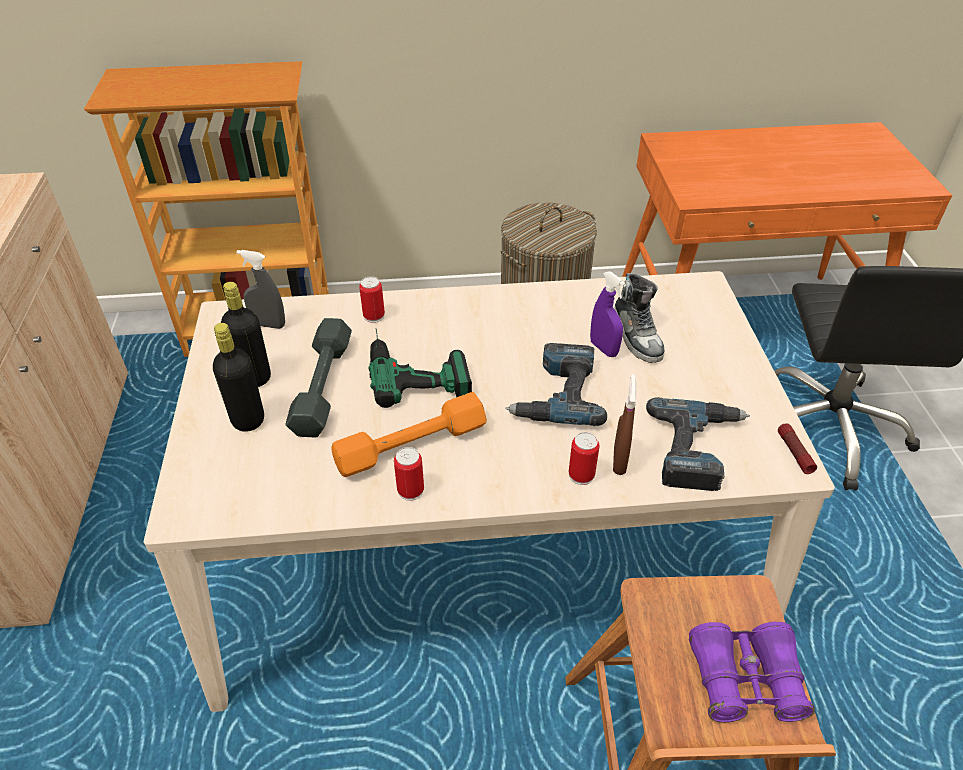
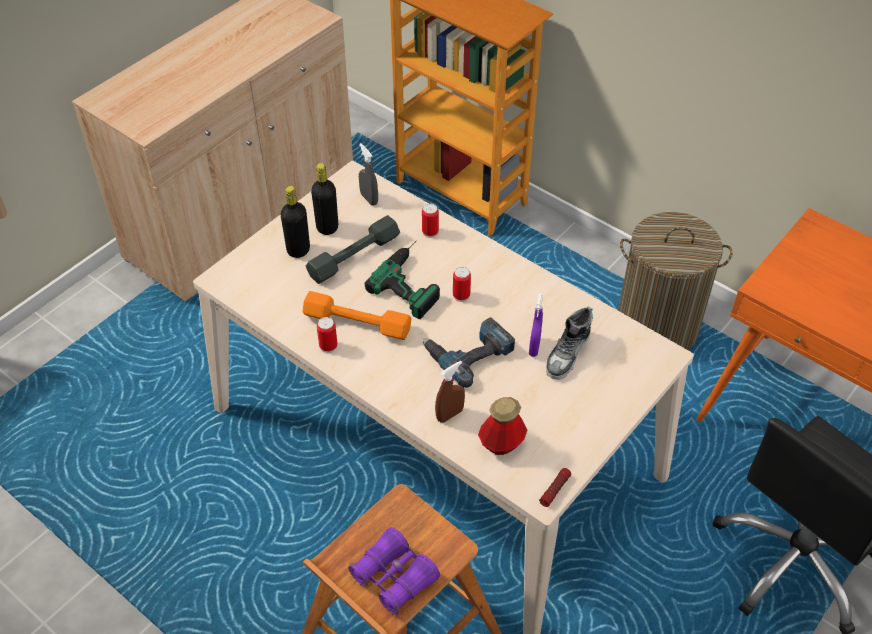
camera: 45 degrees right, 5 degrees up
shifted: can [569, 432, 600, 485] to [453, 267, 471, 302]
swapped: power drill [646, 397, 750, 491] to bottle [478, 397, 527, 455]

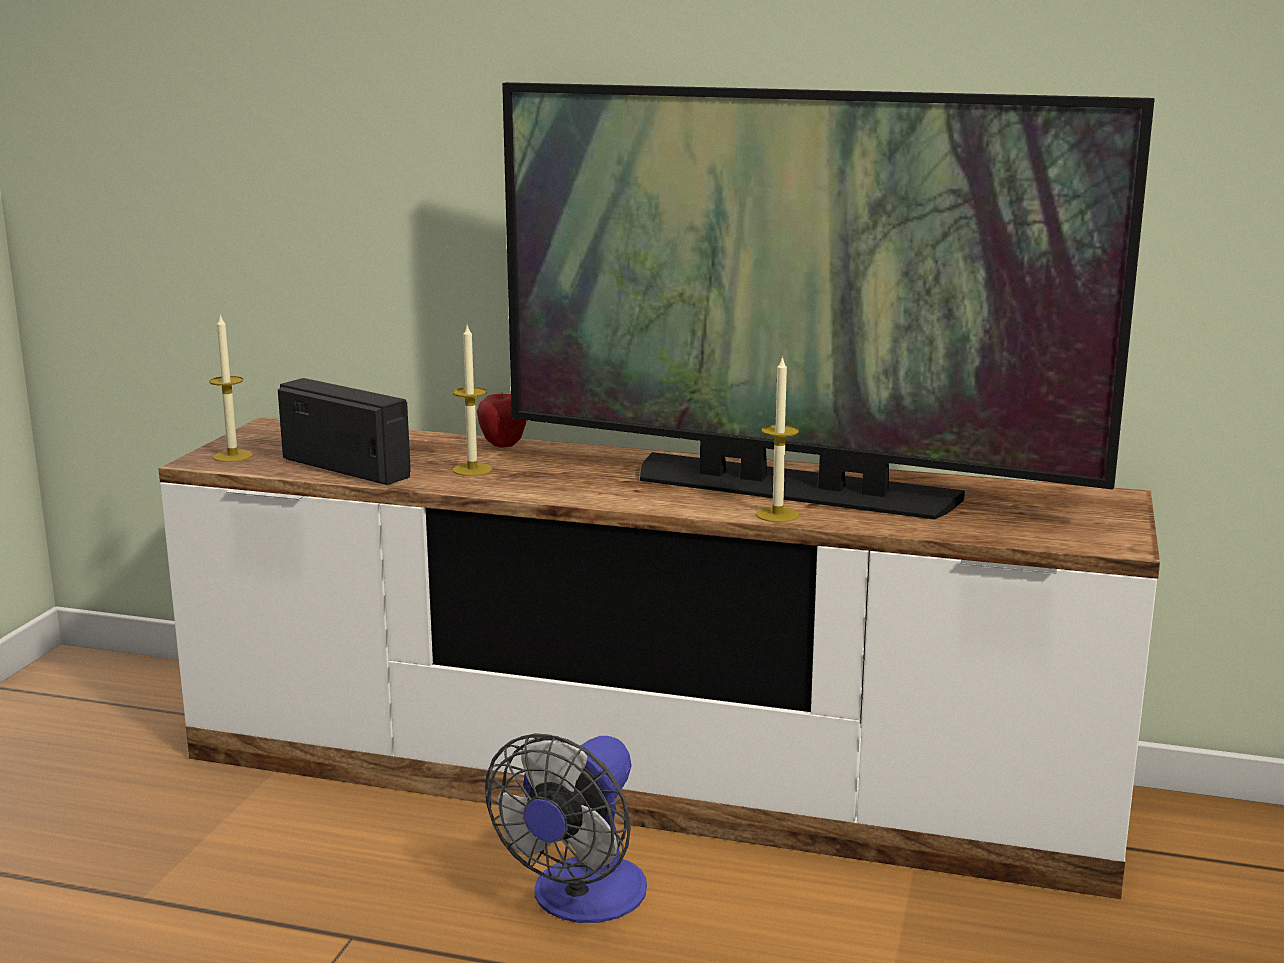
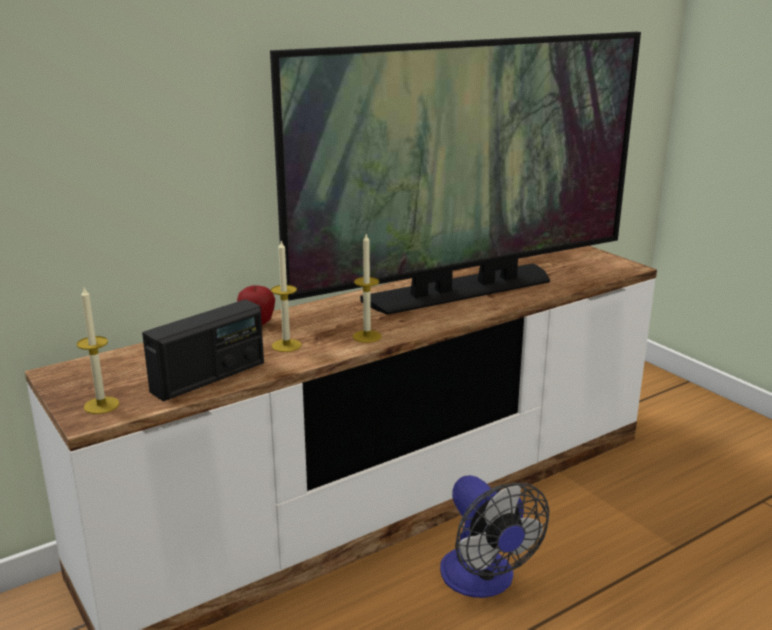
camera: 50 degrees left, 5 degrees up
shifted: candle [756, 356, 799, 522] to [353, 234, 382, 343]
rotated: radio [278, 378, 411, 485] = [142, 299, 264, 401] 150 degrees clockwise

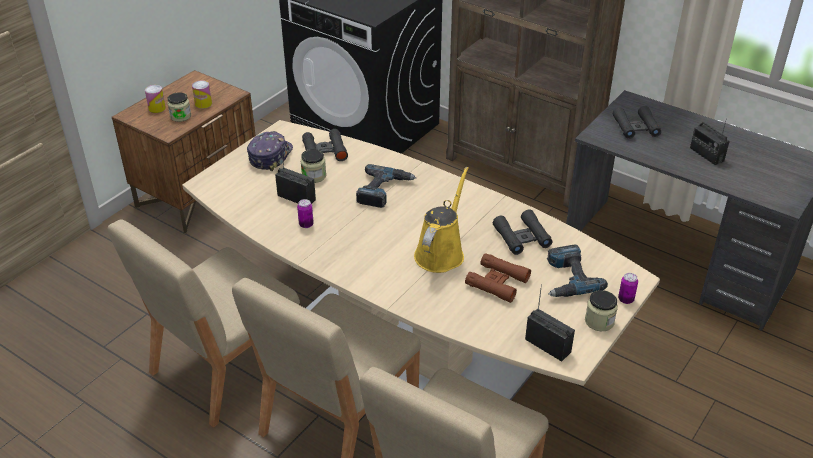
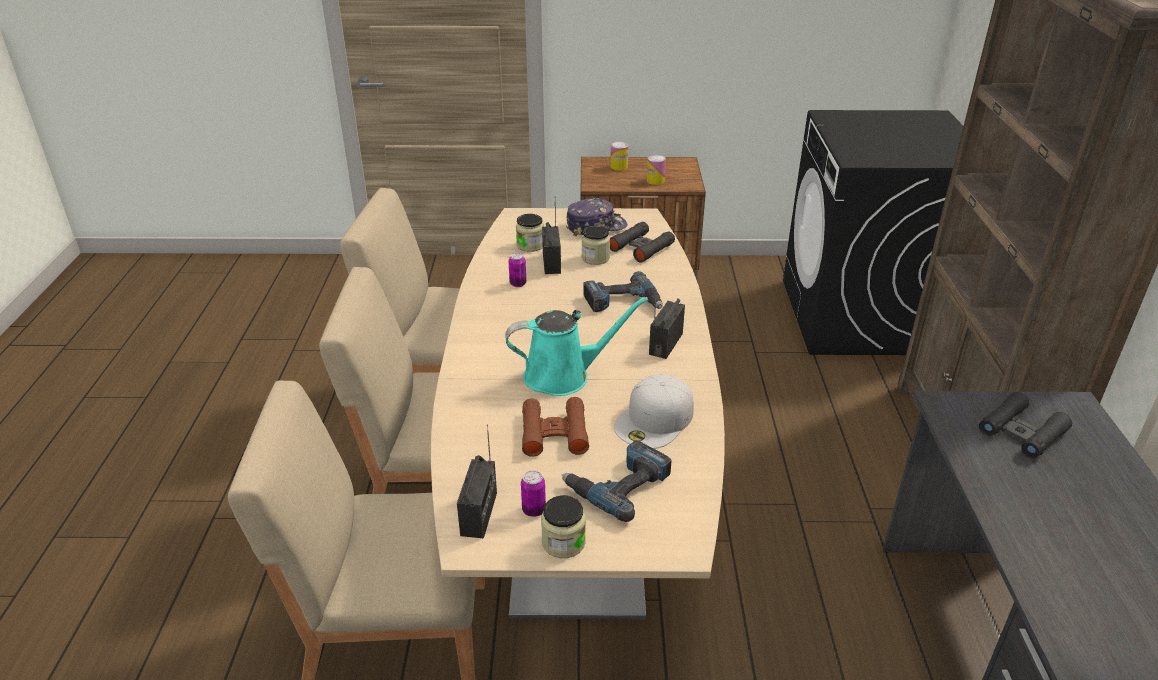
camera: 55 degrees right, 5 degrees down
shifted: jar [167, 92, 191, 122] to [516, 214, 544, 252]; can [618, 273, 638, 304] to [521, 471, 546, 517]; radio [690, 119, 730, 165] to [649, 289, 685, 359]
swapped: binoculars in black [493, 210, 553, 255] to cap in white [614, 374, 694, 449]
repainted: watering can in yellow [414, 167, 469, 273] to watering can in turquoise [505, 297, 648, 396]

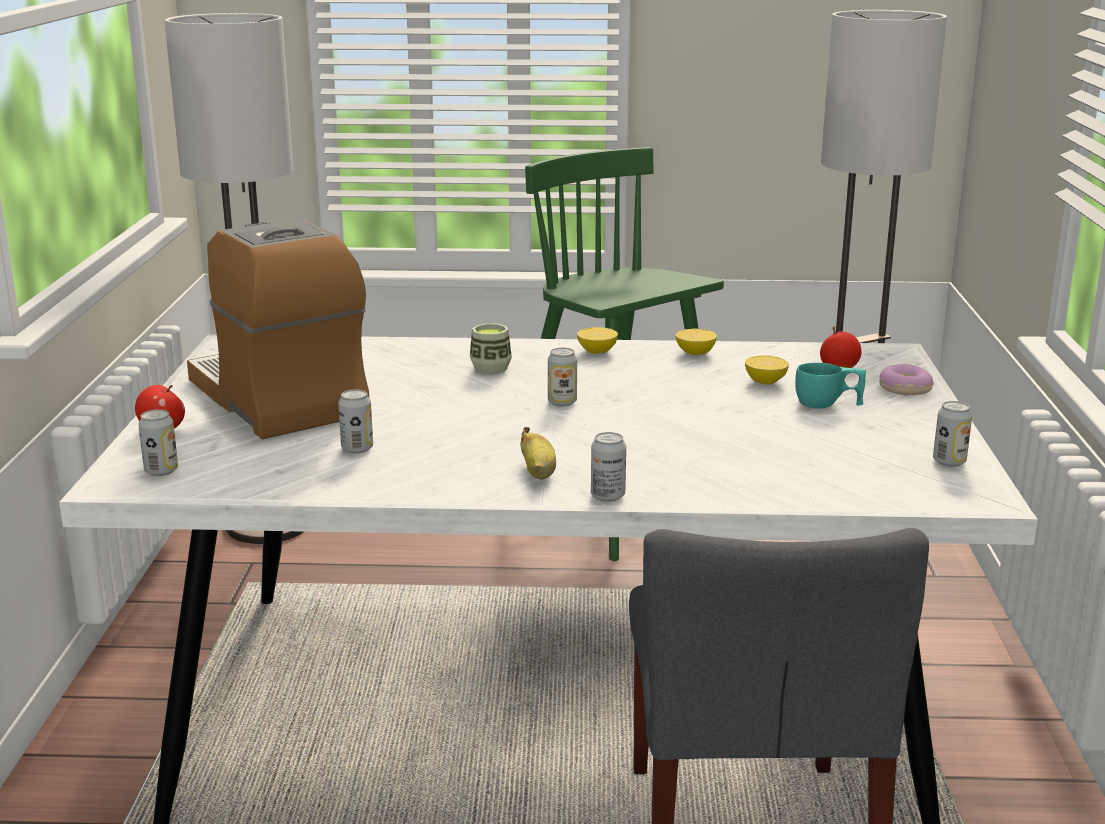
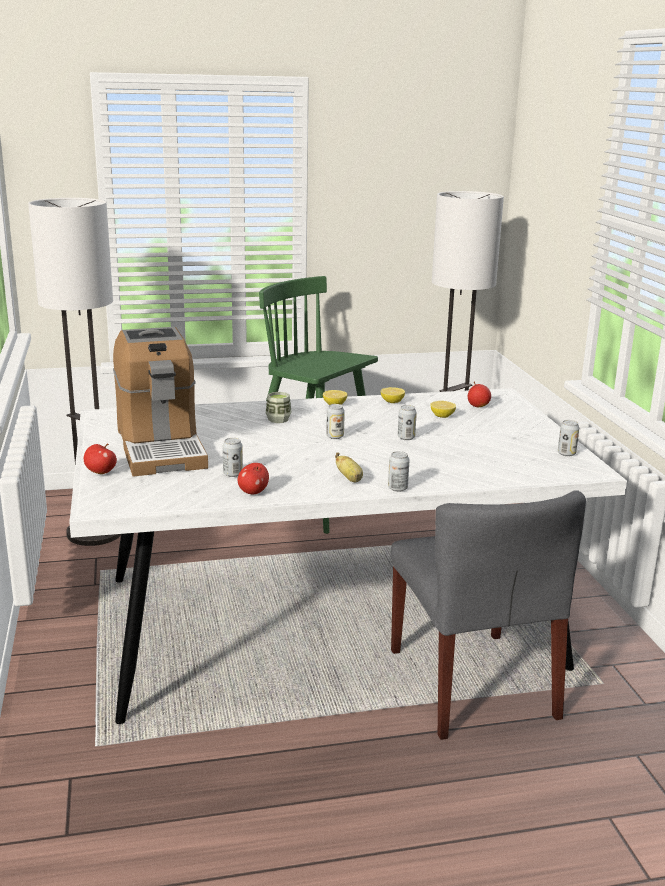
camera: 15 degrees left, 0 degrees up
gone: cup in turquoise [795, 363, 866, 408]; donut [879, 364, 934, 395]
new: apple [238, 463, 269, 494]
shifted: can [138, 409, 178, 476] to [398, 405, 417, 440]
rotated: coffee machine [187, 219, 369, 439] = [113, 327, 208, 477] 150 degrees counterclockwise

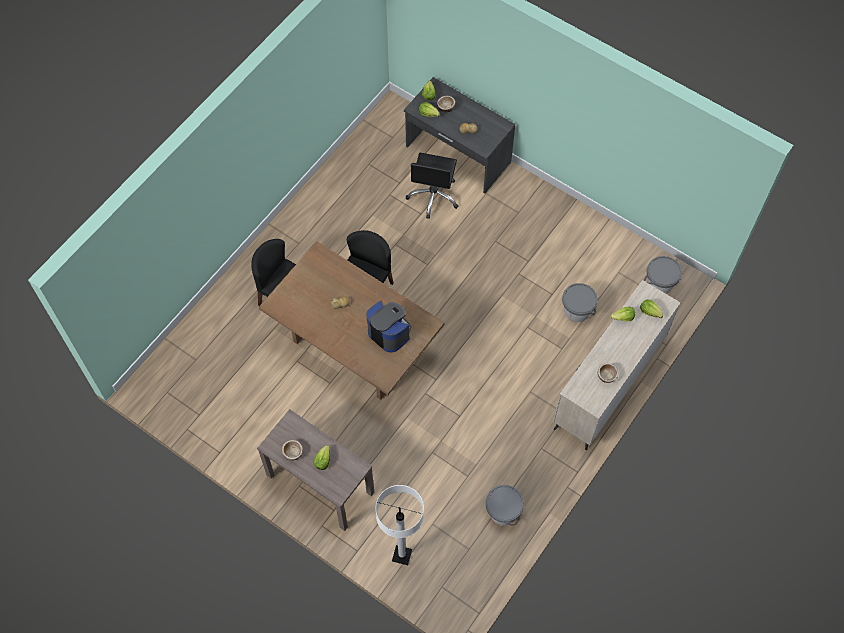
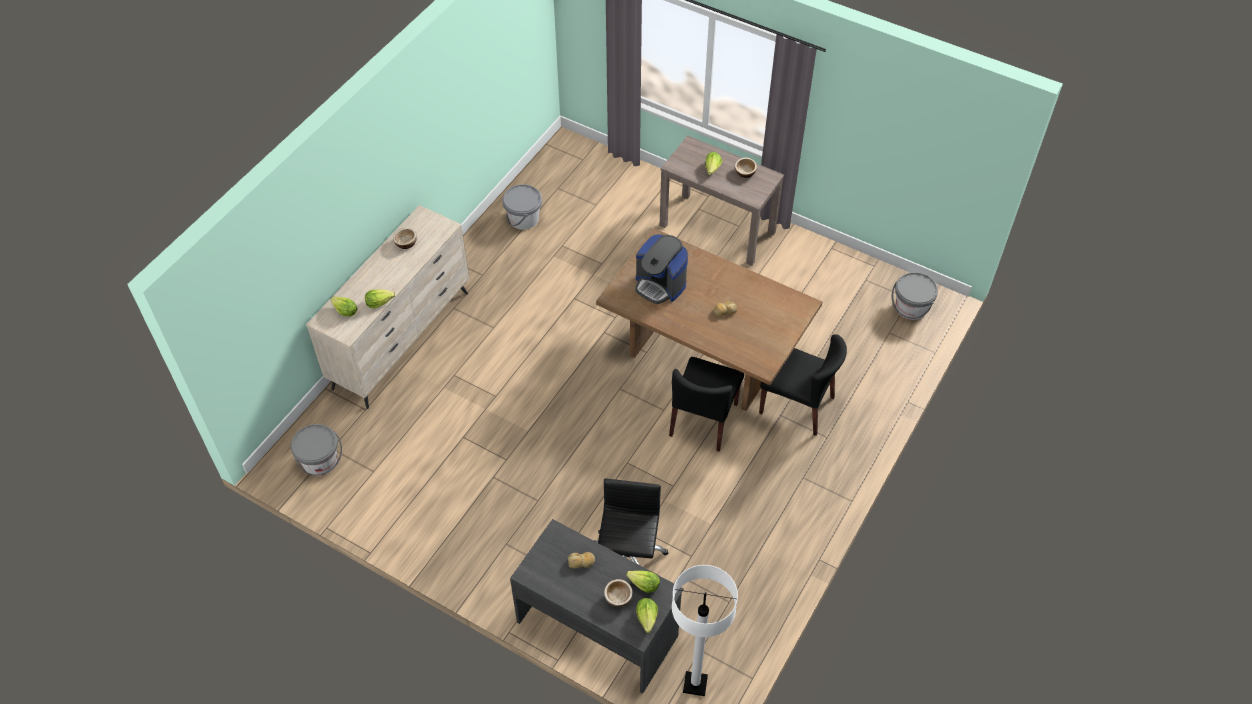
camera: 175 degrees right, 10 degrees down
shifted: floor lamp in white [376, 485, 424, 565] to [672, 565, 738, 696]; bucket in grey [562, 283, 598, 322] to [892, 272, 938, 320]

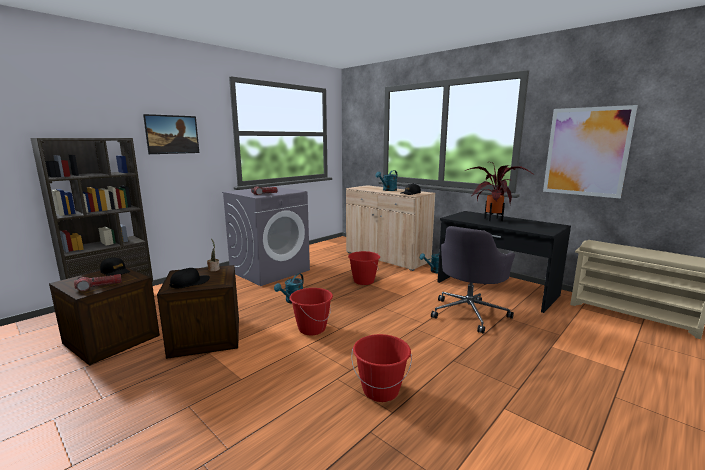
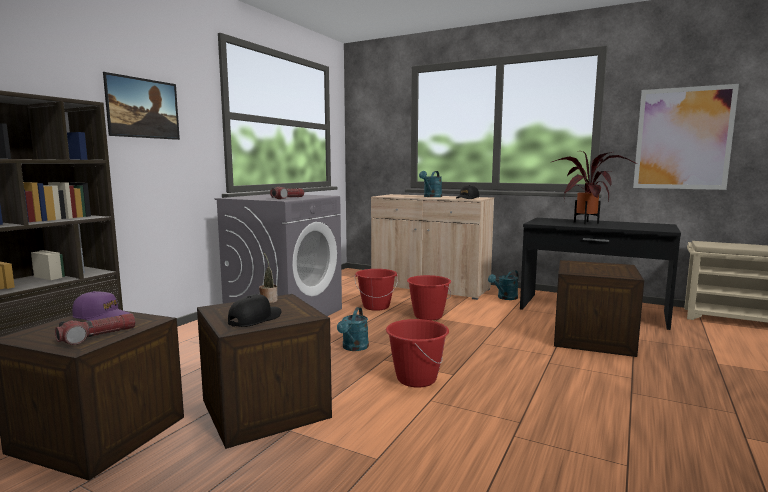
camera: 15 degrees left, 5 degrees down
shifted: bucket in red [351, 334, 412, 402] to [355, 269, 398, 311]
swapped: office chair in grey [431, 226, 515, 334] to crate [554, 260, 644, 357]
repainted: cap in black [100, 257, 130, 276] to cap in purple [72, 291, 129, 321]

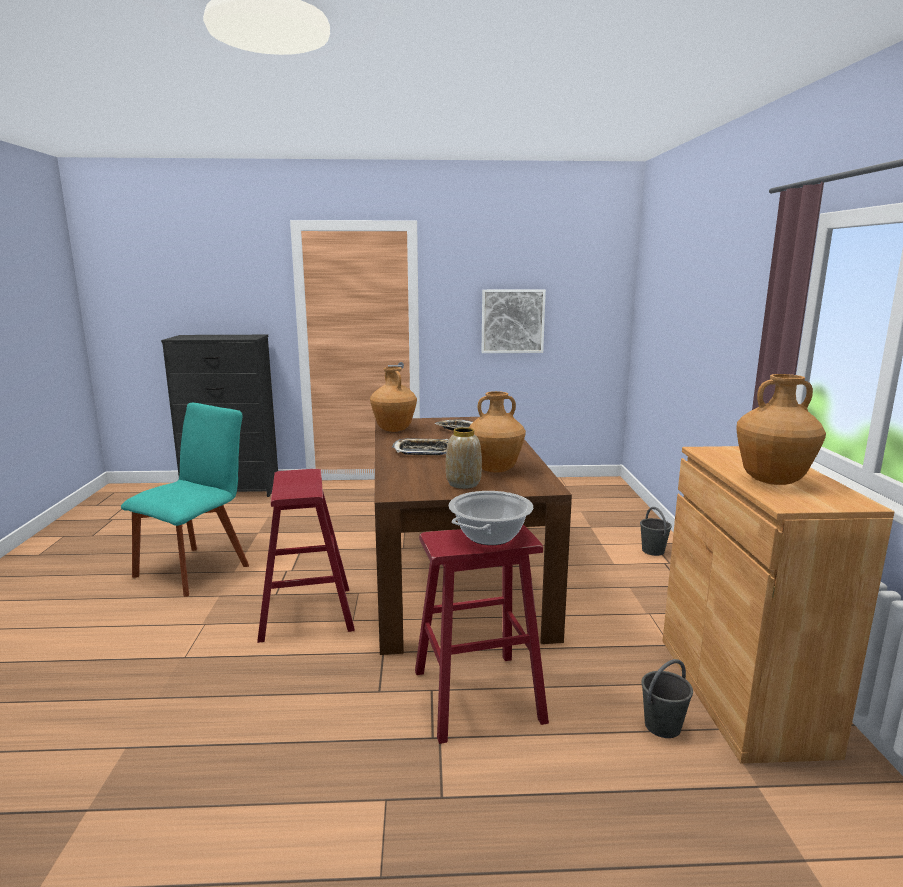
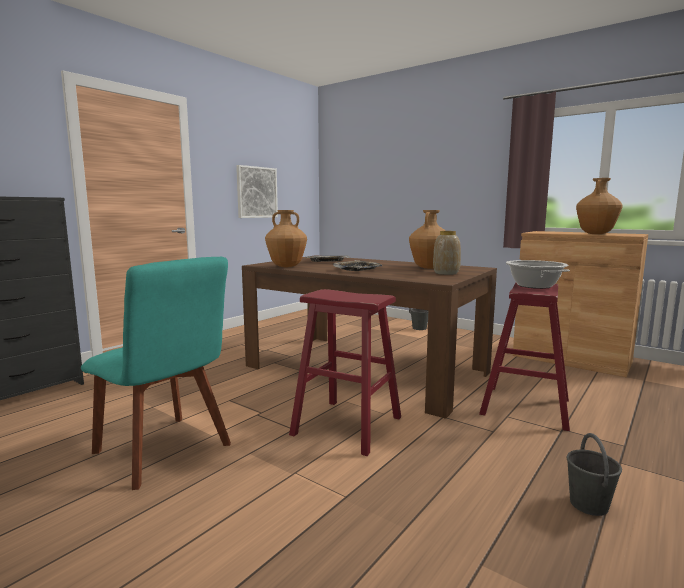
camera: 50 degrees left, 5 degrees down
shifted: bucket in grey [641, 659, 693, 738] to [567, 433, 622, 516]
rotated: chair in turquoise [121, 403, 249, 597] = [81, 257, 231, 490] 150 degrees clockwise

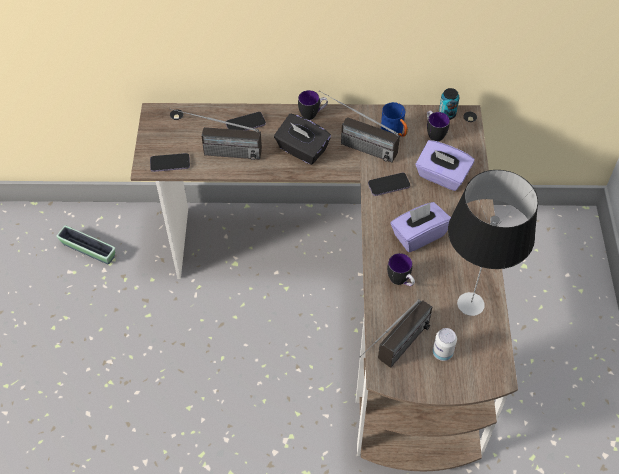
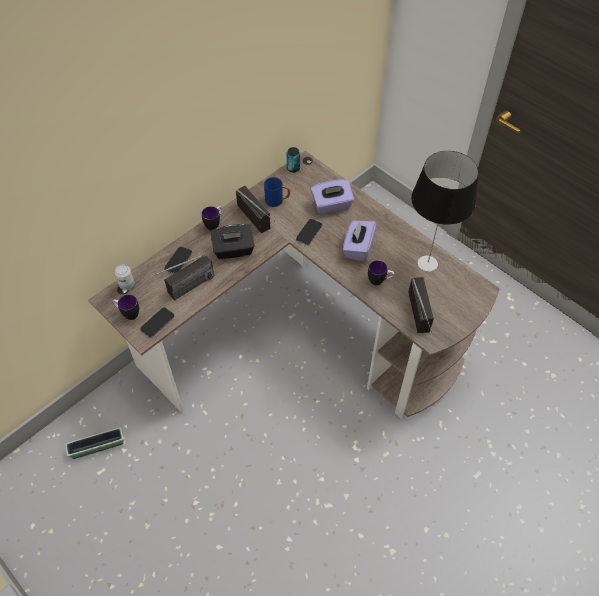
camera: 45 degrees left, 0 degrees up
shifted: mug [427, 111, 450, 142] to [113, 295, 139, 320]; can [433, 328, 457, 361] to [115, 264, 134, 290]
rotated: radio [319, 90, 400, 163] = [236, 186, 275, 233] 105 degrees counterclockwise

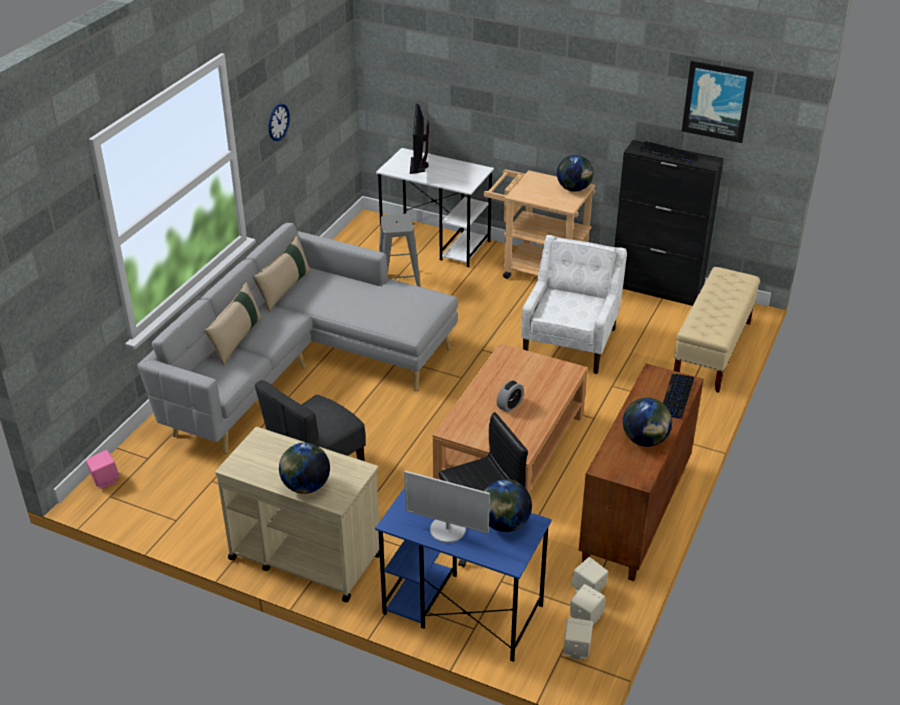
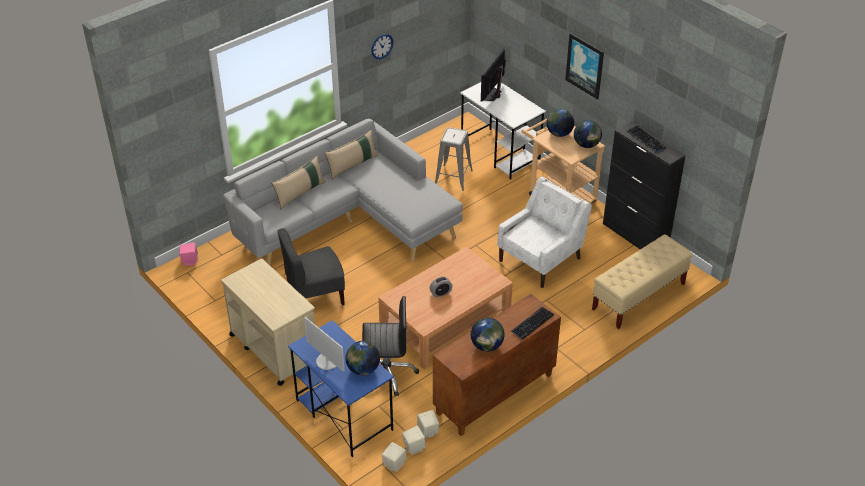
camera: 25 degrees right, 5 degrees up
shifted: globe [279, 443, 330, 494] to [546, 109, 574, 137]; picture [682, 61, 754, 143] to [565, 33, 604, 100]

